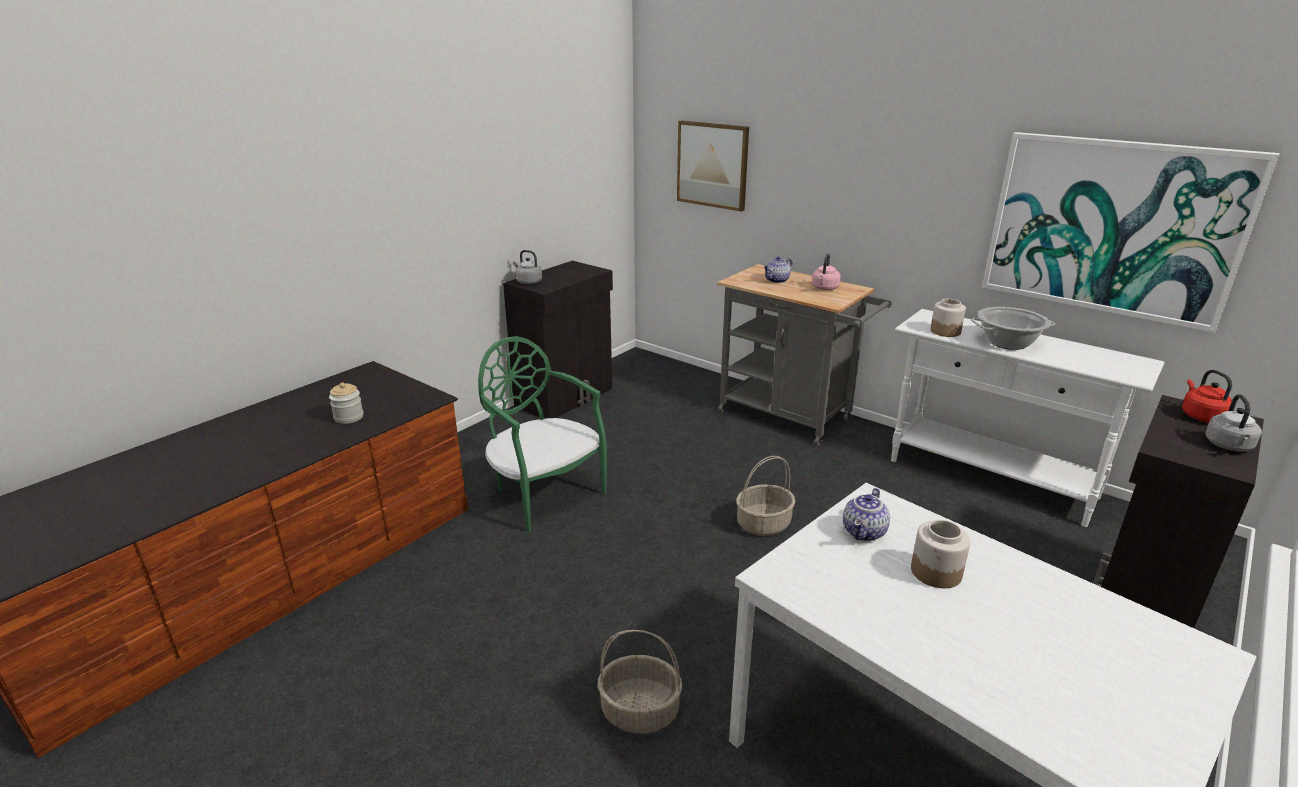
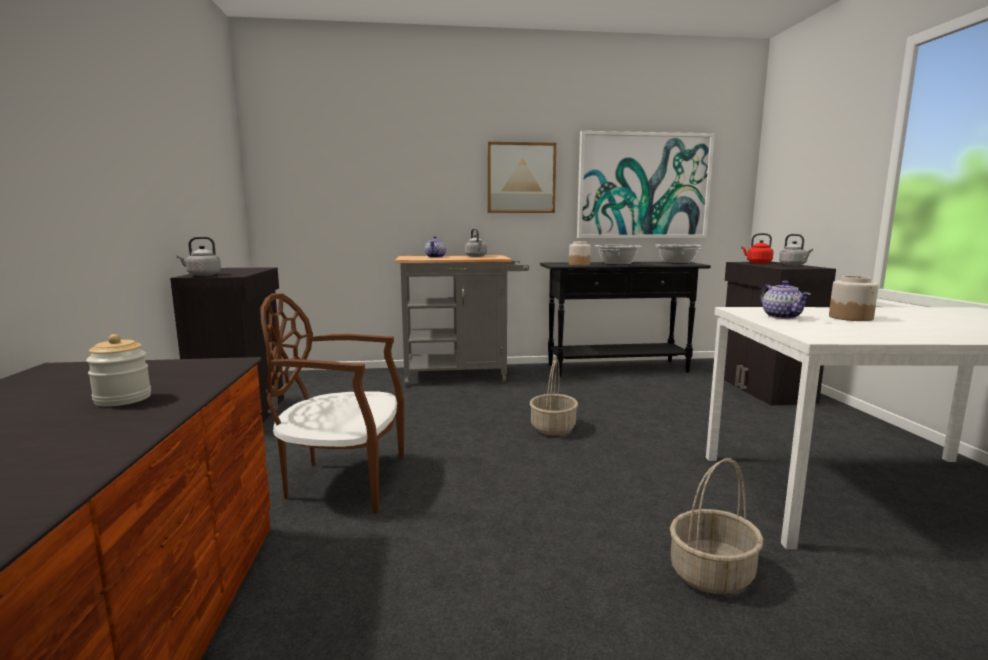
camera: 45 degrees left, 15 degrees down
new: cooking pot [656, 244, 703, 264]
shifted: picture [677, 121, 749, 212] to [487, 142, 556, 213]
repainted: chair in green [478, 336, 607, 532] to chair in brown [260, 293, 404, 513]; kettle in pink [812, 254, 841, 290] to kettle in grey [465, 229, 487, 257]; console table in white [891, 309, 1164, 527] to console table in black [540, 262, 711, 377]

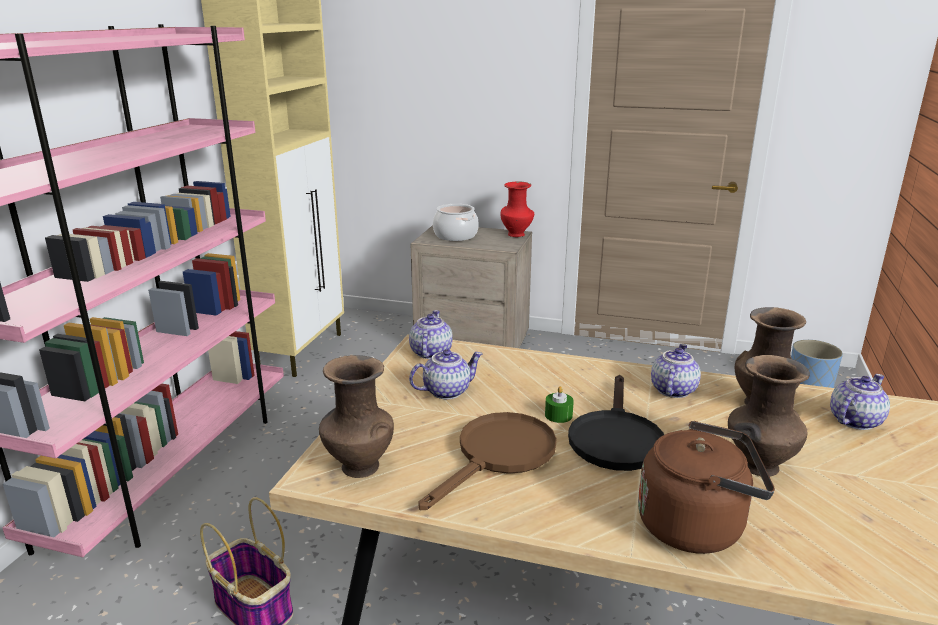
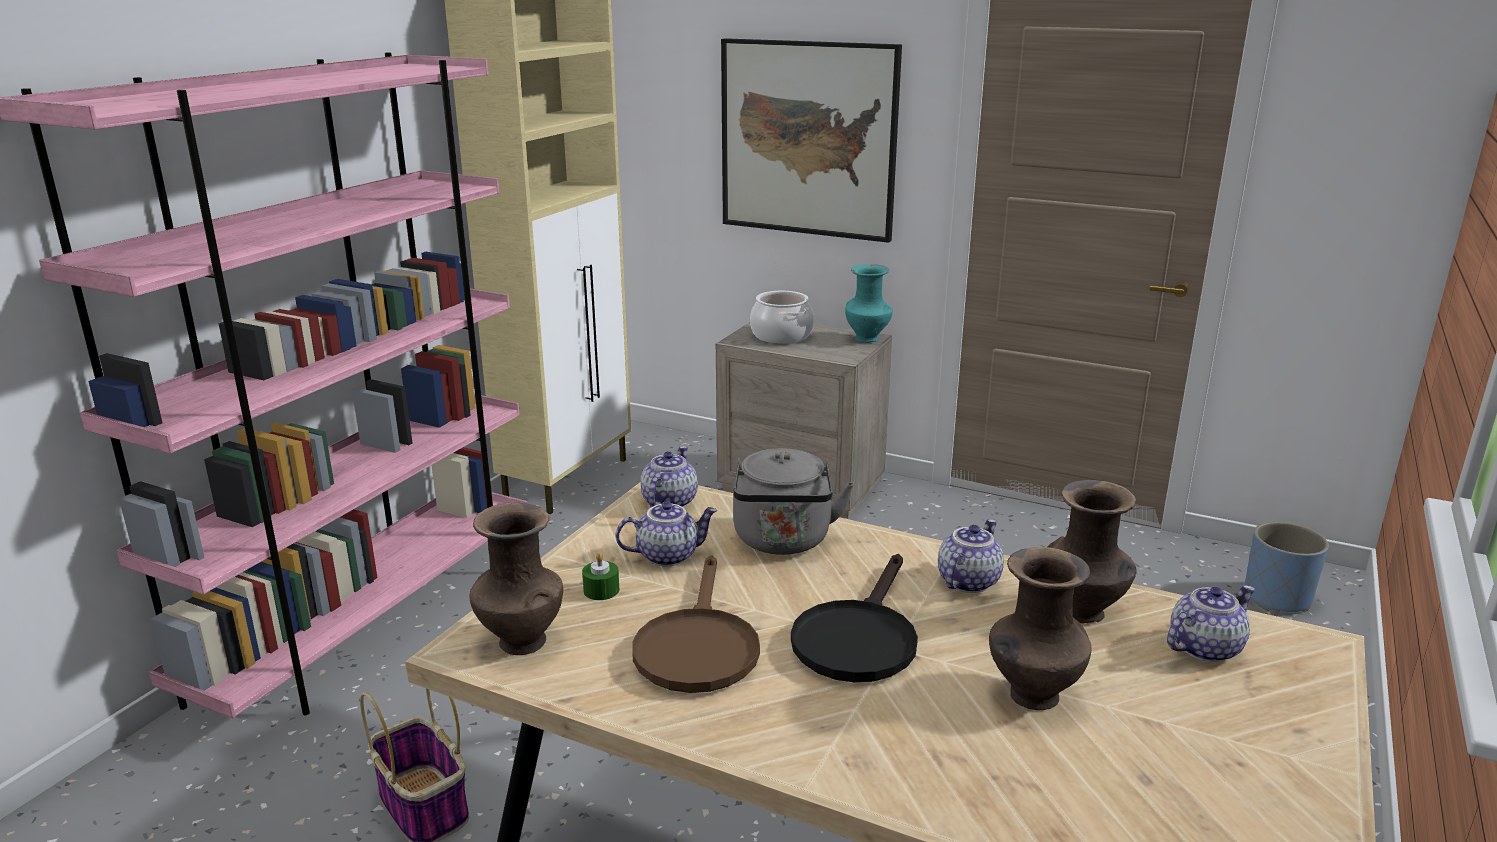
camera: 10 degrees right, 0 degrees up
gone: kettle in brown [638, 421, 775, 554]
new: picture [721, 38, 902, 243]; kettle in grey [733, 448, 854, 555]
shifted: candle in green [545, 386, 574, 423] to [582, 553, 619, 600]
repainted: vase in red [501, 182, 534, 237] to vase in turquoise [845, 264, 893, 343]
rotated: frying pan in brown [418, 412, 556, 510] = [632, 555, 760, 693] 135 degrees clockwise

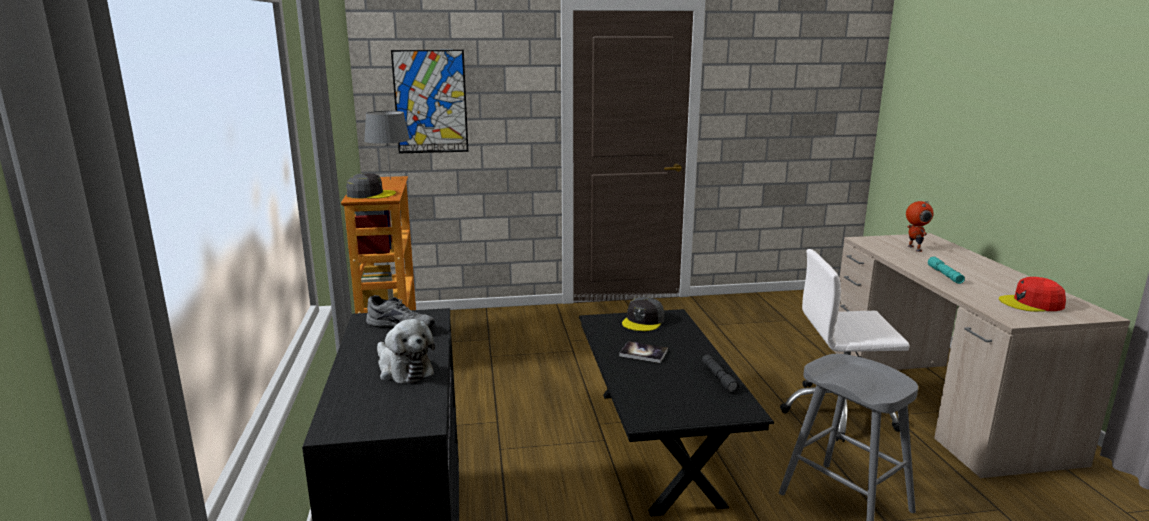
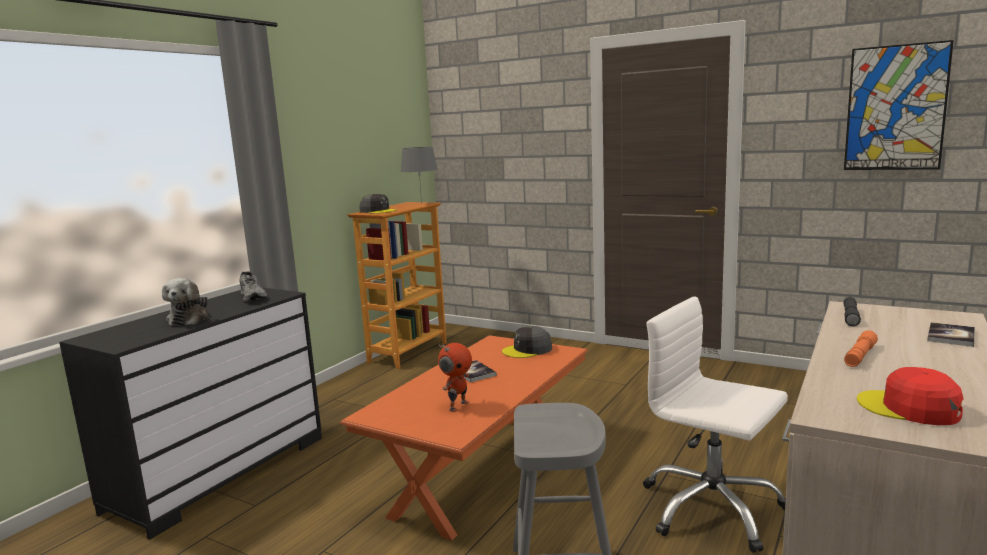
camera: 40 degrees right, 5 degrees down
new: book [927, 322, 975, 347]
shifted: picture [391, 50, 468, 153] to [844, 40, 954, 170]; flashlight in grey [702, 355, 740, 393] to [844, 297, 861, 327]; toy robot [906, 201, 934, 252] to [438, 343, 472, 412]
repainted: coffee table in black [579, 309, 774, 516] to coffee table in orange [340, 335, 588, 540]; flashlight in turquoise [928, 257, 965, 284] to flashlight in orange [844, 331, 878, 367]

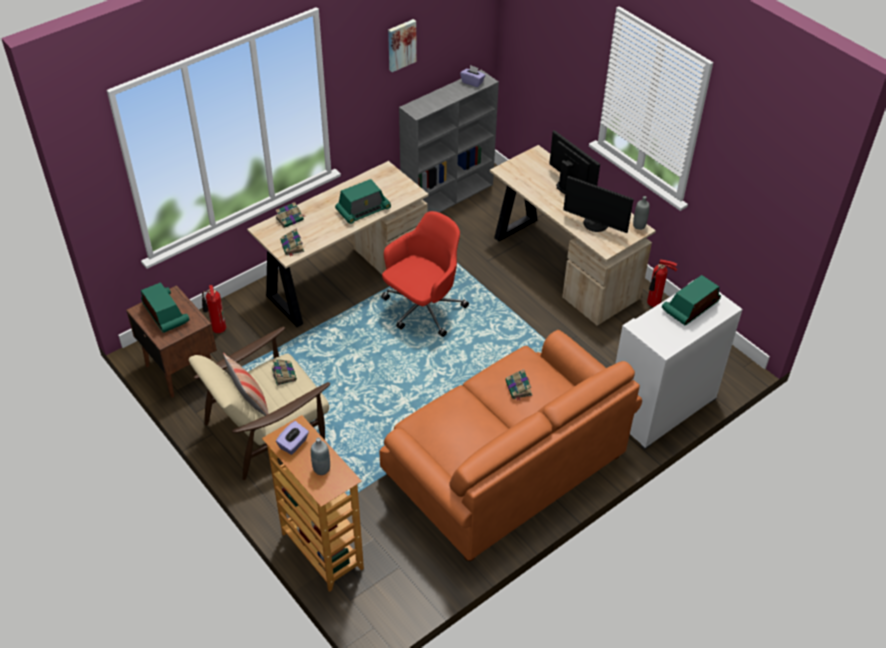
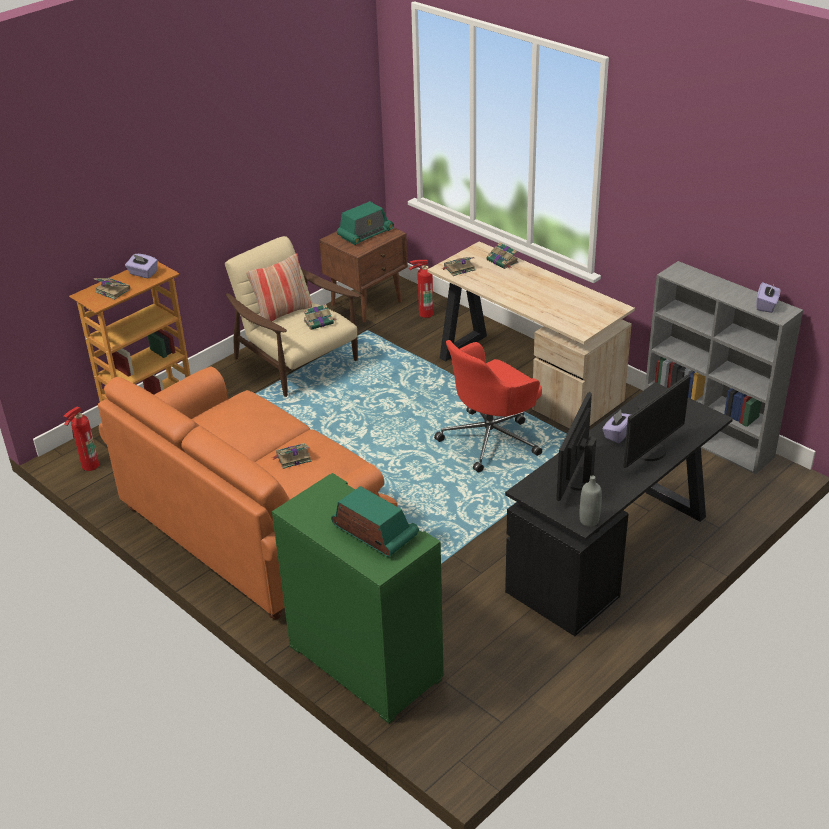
camera: 85 degrees right, 10 degrees down
gone: radio [335, 179, 391, 224]; picture [388, 19, 417, 72]
new: tissue box in purple [602, 410, 631, 443]
shifted: fire extinguisher [647, 259, 677, 307] to [63, 407, 99, 471]
swapped: bottle in grey [311, 438, 330, 475] to book [94, 278, 130, 300]
repainted: desk in beige [490, 145, 656, 326] to desk in black [505, 382, 733, 636]; cabinet in white [615, 278, 743, 449] to cabinet in green [272, 473, 444, 724]
rotated: office chair in red [381, 211, 469, 337] = [434, 340, 542, 473] 105 degrees clockwise

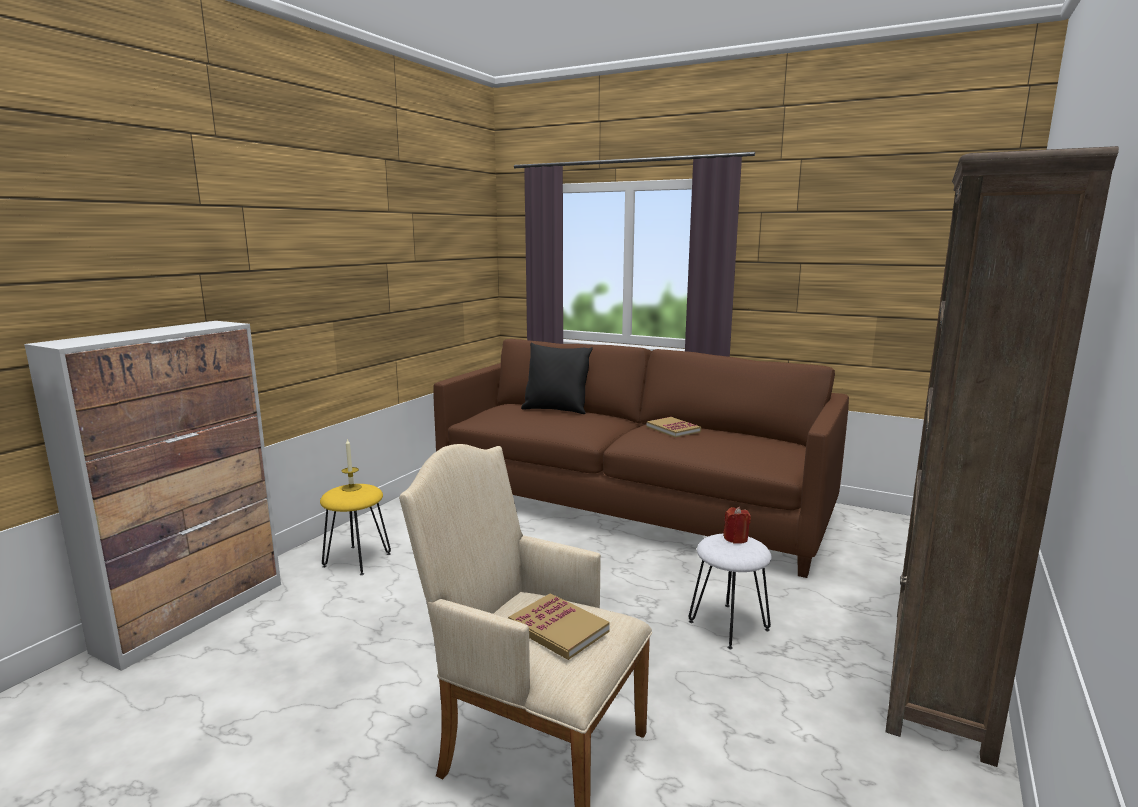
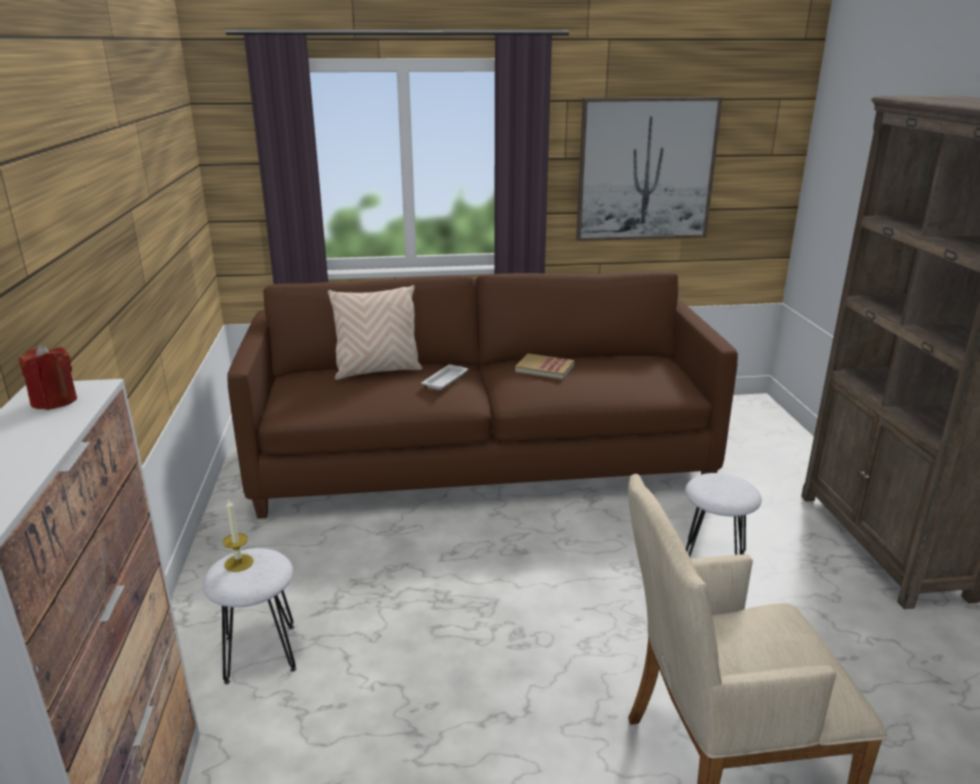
camera: 35 degrees left, 10 degrees up
gone: book [508, 593, 610, 660]
new: tray in white [421, 365, 468, 390]; picture [576, 97, 723, 241]
shifted: candle in red [723, 507, 751, 544] to [19, 344, 77, 410]
repainted: stool in yellow [320, 484, 391, 575] to stool in white [202, 548, 296, 684]; pillow in black [521, 343, 593, 414] to pillow in beige [328, 285, 423, 380]

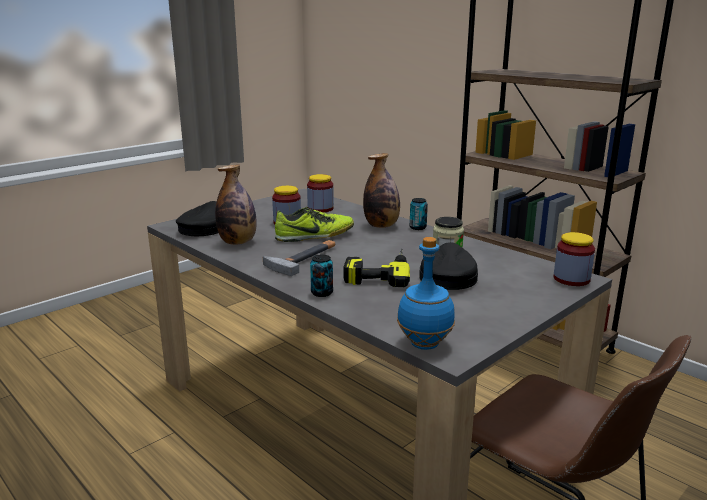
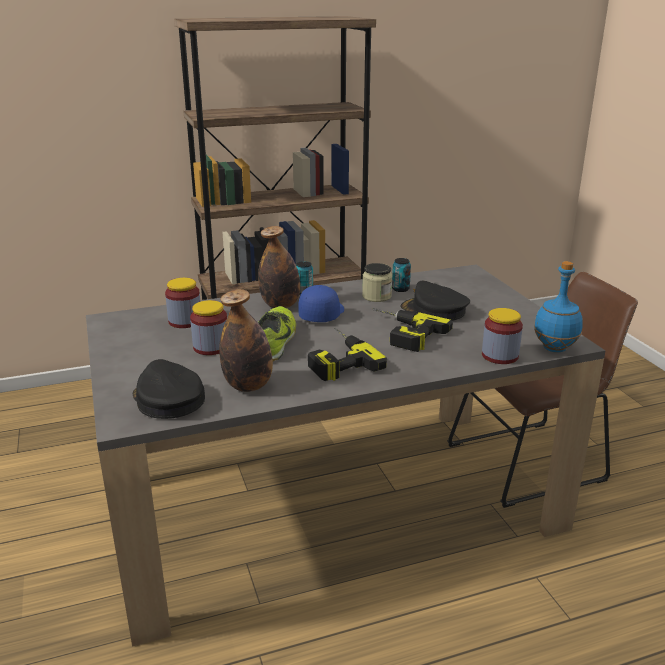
camera: 65 degrees left, 5 degrees up
new: cap in blue [298, 285, 344, 322]
shifted: can [310, 255, 333, 297] to [392, 258, 411, 292]; jar [553, 232, 595, 286] to [482, 308, 523, 364]
swapped: hammer [263, 240, 335, 276] to power drill [308, 328, 387, 381]

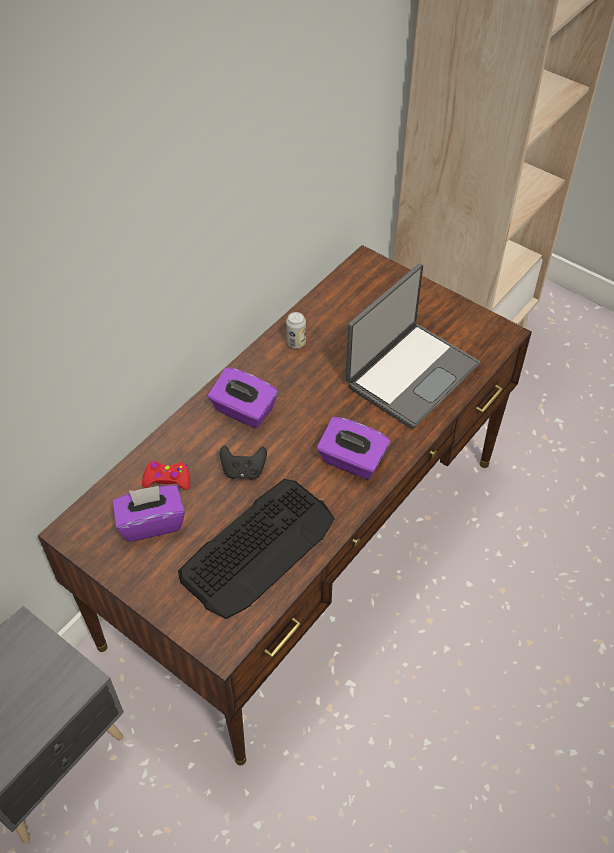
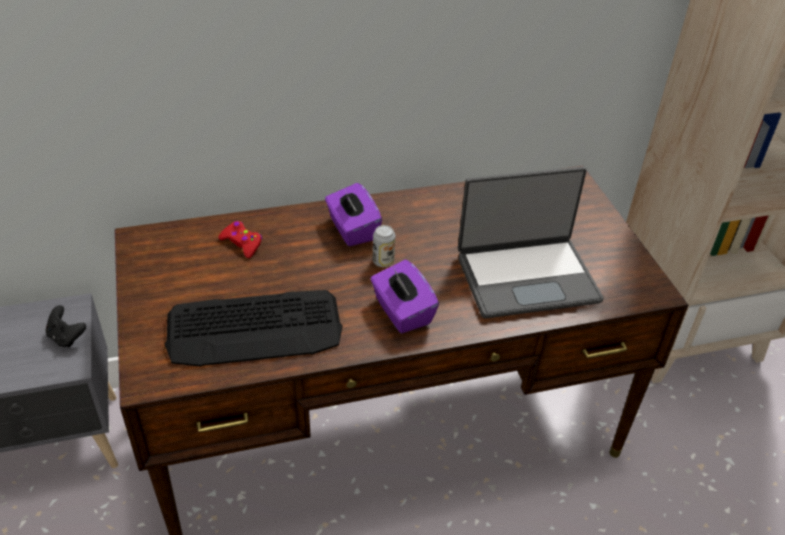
camera: 35 degrees right, 10 degrees down
gone: tissue box in purple [112, 485, 185, 542]
shifted: game controller in black [220, 445, 267, 480] to [46, 305, 86, 348]; can [286, 312, 306, 349] to [373, 225, 395, 267]

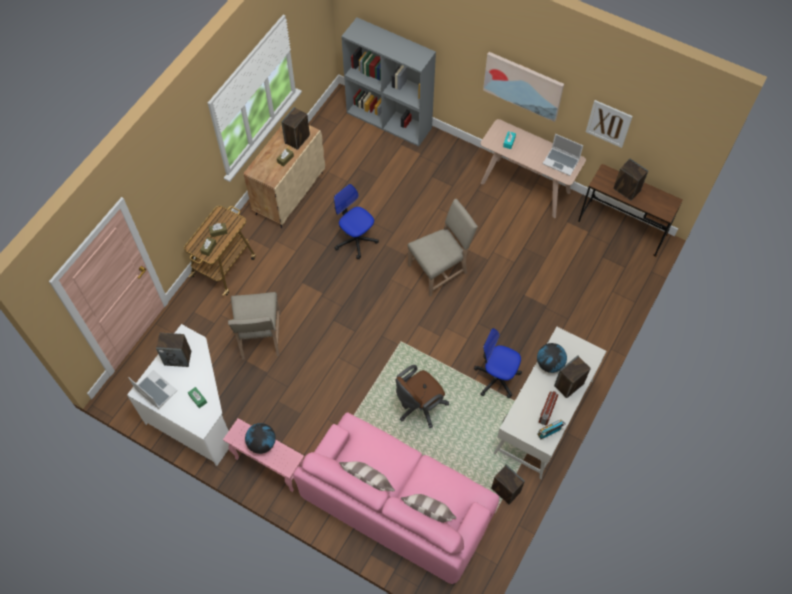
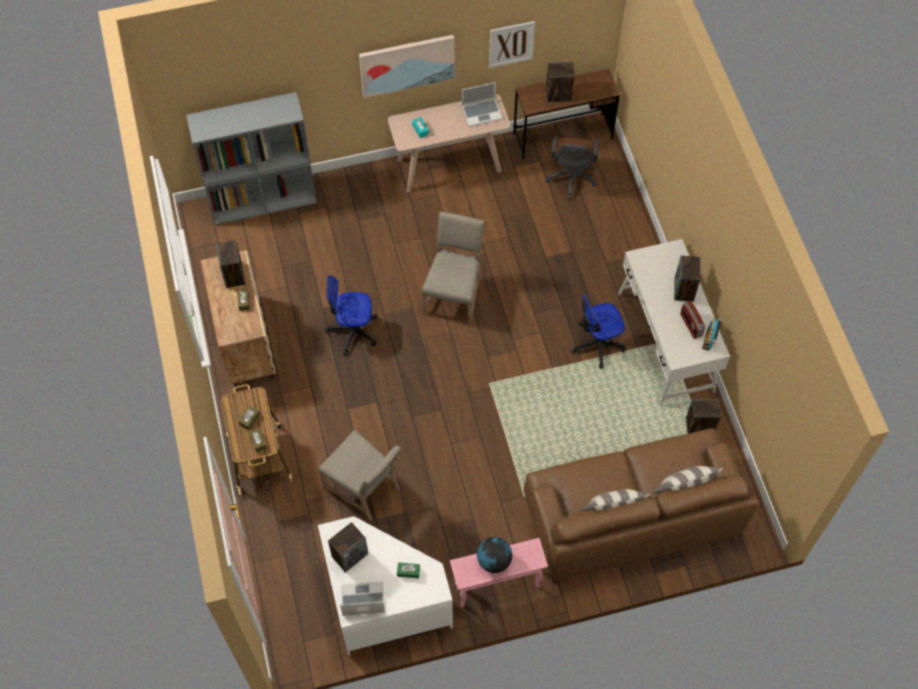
camera: 45 degrees left, 0 degrees up
gone: globe [537, 343, 567, 373]
shifted: office chair in brown [395, 365, 449, 428] to [545, 136, 599, 199]
repainted: sofa in pink [293, 413, 499, 585] to sofa in brown [524, 428, 759, 583]

